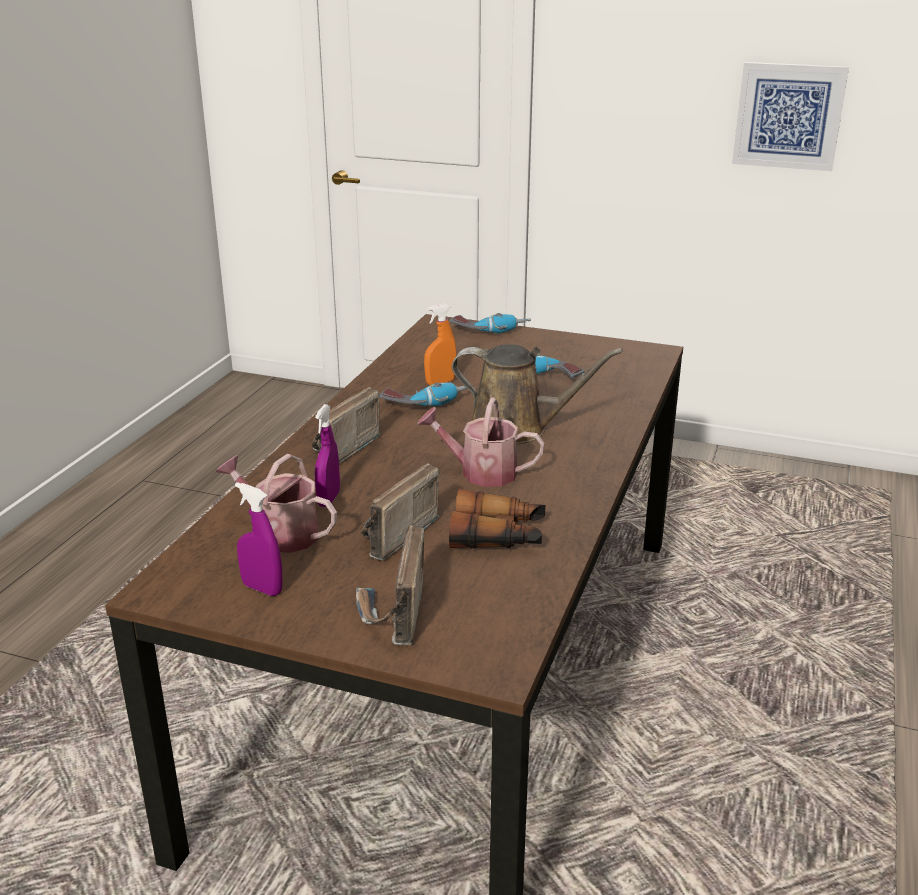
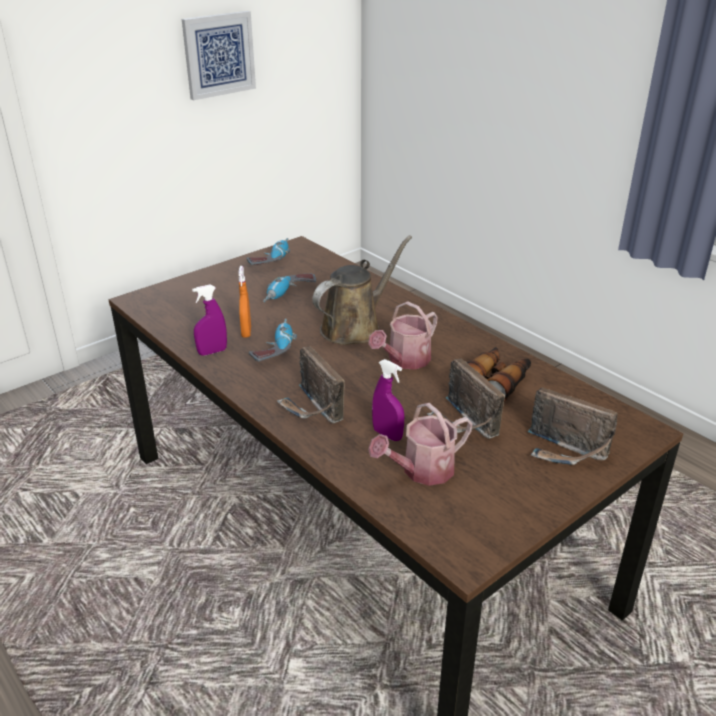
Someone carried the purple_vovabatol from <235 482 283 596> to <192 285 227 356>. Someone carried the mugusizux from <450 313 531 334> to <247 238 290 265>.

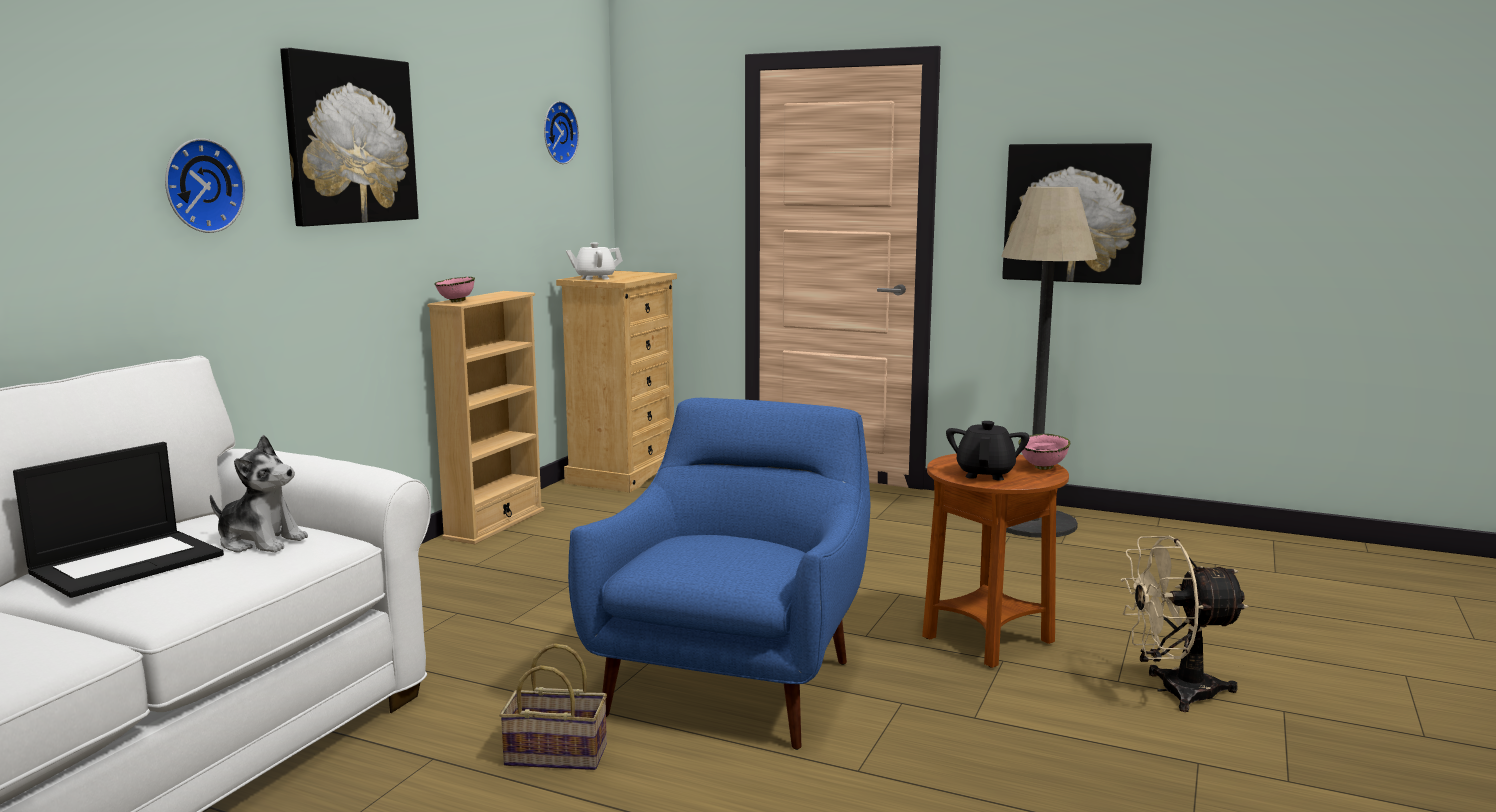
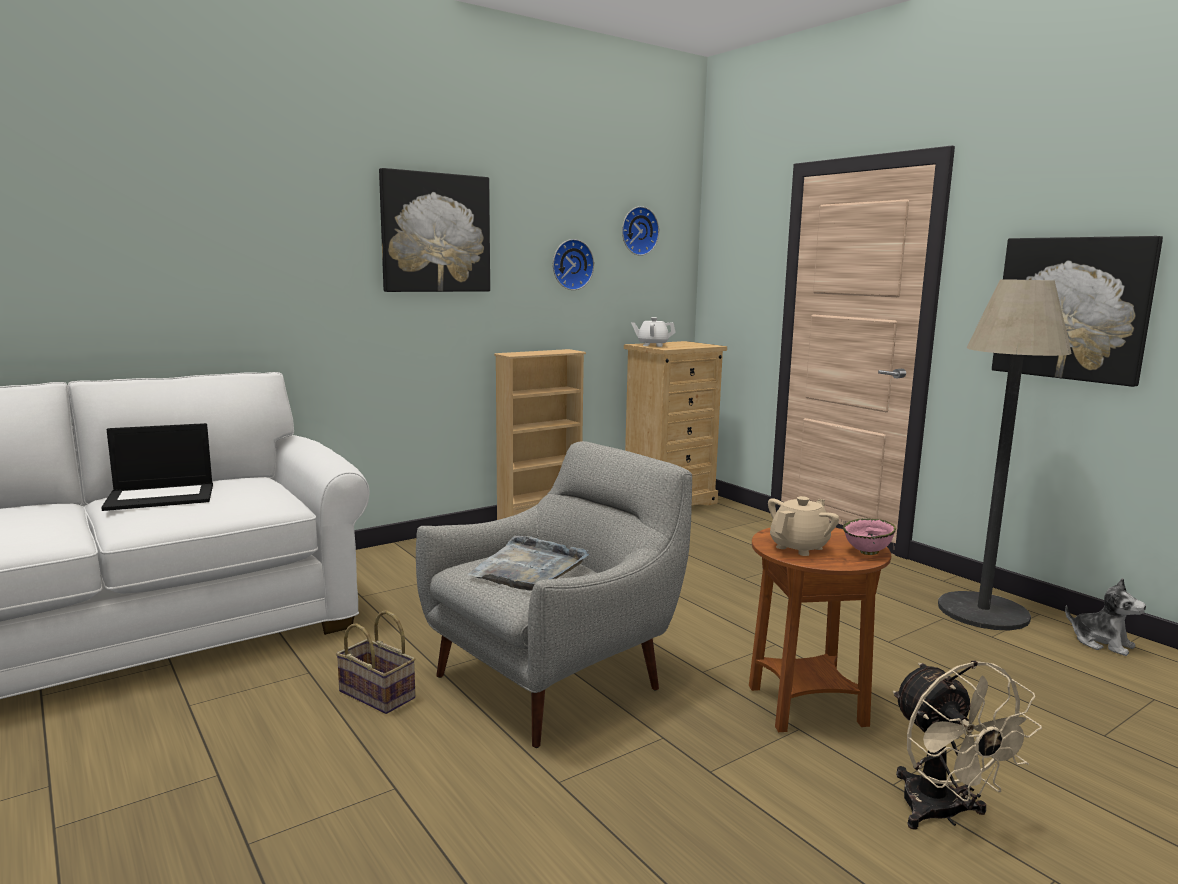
Someone repainted the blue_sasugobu at <568 398 870 750>, which became the grey_sasugobu at <416 441 692 748>. Someone put down the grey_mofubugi at <467 536 589 591>. Someone carried the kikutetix from <165 138 245 233> to <553 239 594 290>. Someone repainted the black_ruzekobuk at <946 421 1030 481>, which became the beige_ruzekobuk at <768 496 839 556>. Someone rotated the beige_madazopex at <1120 535 1249 712> by 135 degrees counterclockwise. Someone carried the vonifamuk from <210 435 308 553> to <1065 578 1146 656>. Someone took away the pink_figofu at <434 277 475 302>.

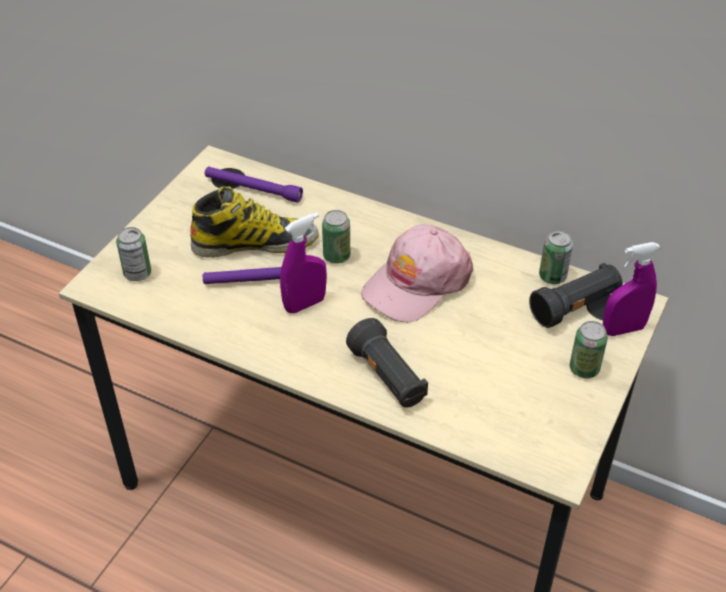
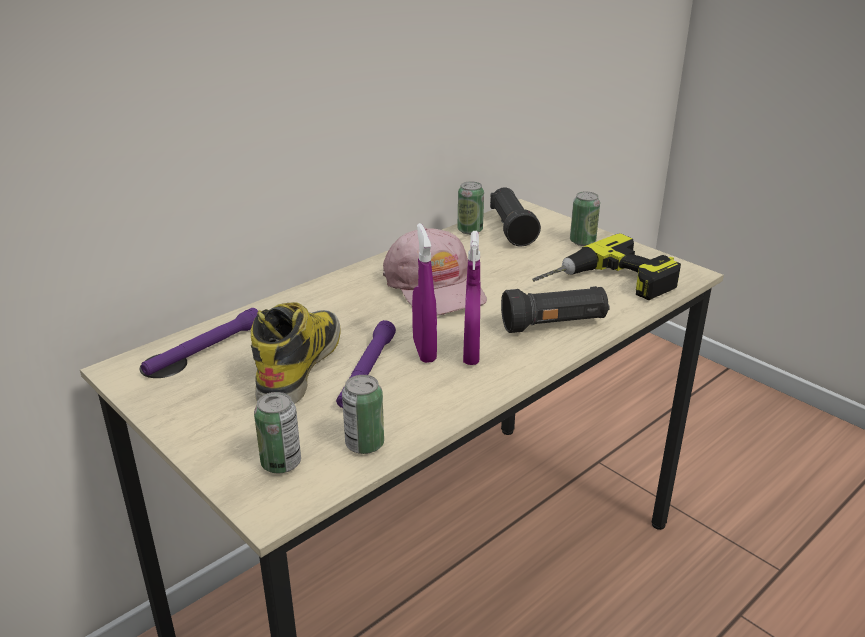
Someone carried the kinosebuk from <322 210 350 264> to <342 375 384 454>. Someone carried the purple_vovabatol from <603 242 661 336> to <463 231 480 365>. Someone put down the mugusizux at <532 233 681 300>.

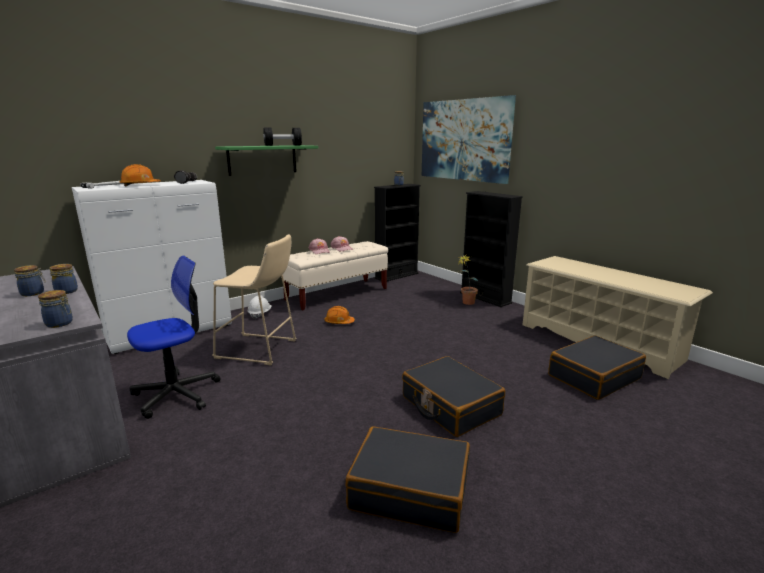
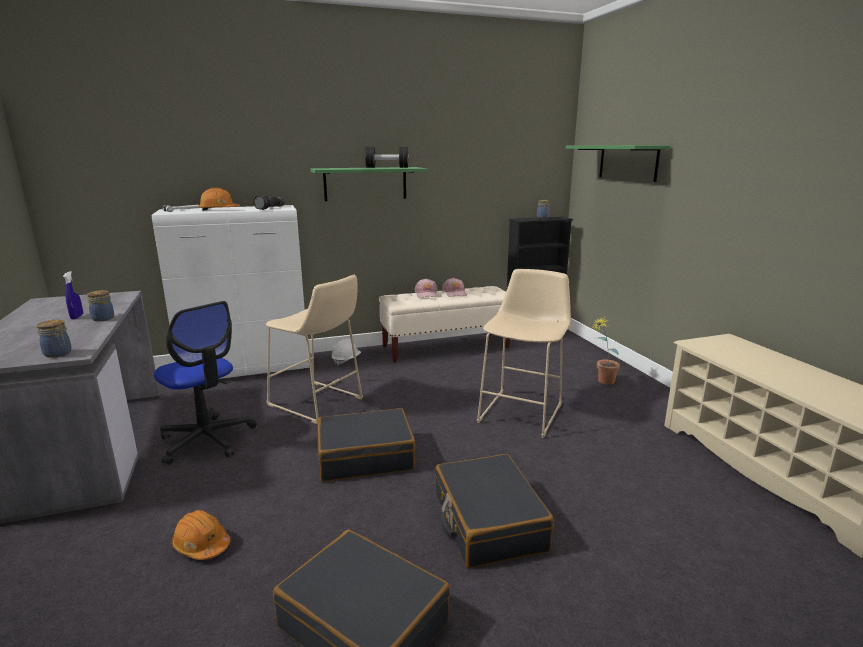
Someone swapped the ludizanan at <14 265 46 296> for the blue_vovabatol at <63 271 83 319>. Someone rotated the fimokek at <127 256 221 419> by 60 degrees clockwise. Someone carried the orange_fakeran from <325 306 355 324> to <172 510 231 560>. Someone carried the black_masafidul from <548 335 646 400> to <317 408 415 482>. Someone put down the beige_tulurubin at <477 269 571 438>. Someone swapped the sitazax at <422 95 516 184> for the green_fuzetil at <566 145 670 182>. Someone took away the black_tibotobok at <460 191 523 307>.

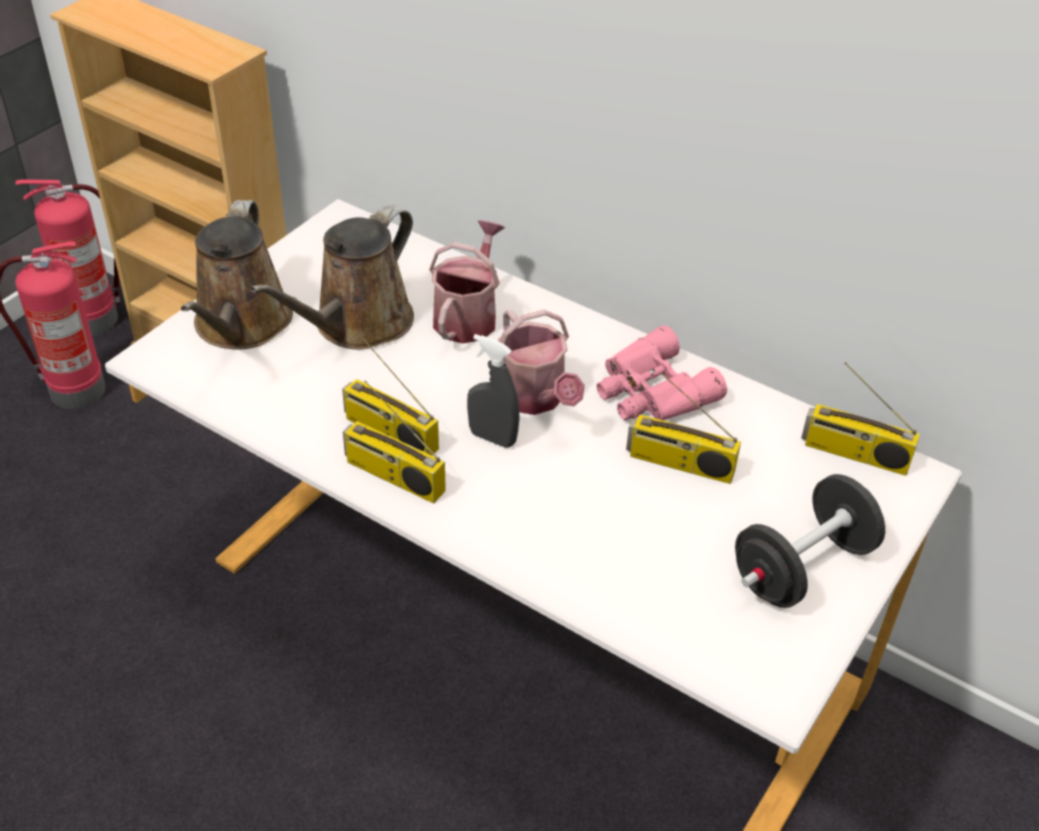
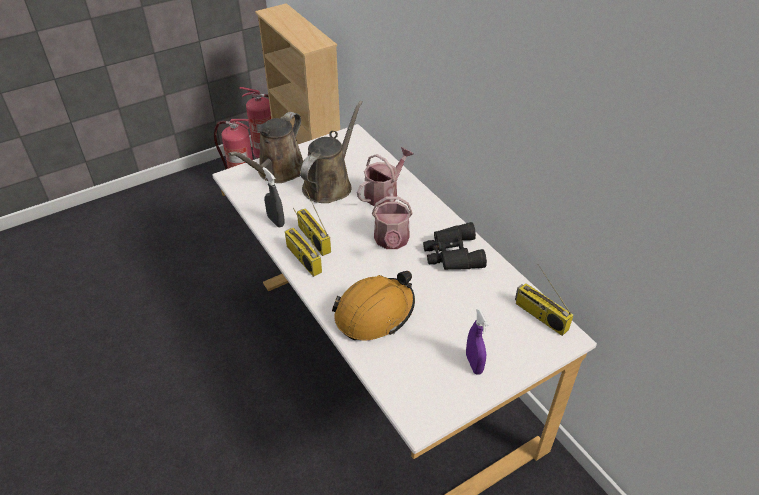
Someone carried the grey_vovabatol from <467 334 520 448> to <263 167 285 227>. Someone rotated the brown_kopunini at <250 205 414 350> by 150 degrees clockwise. Someone put down the orange_fakeran at <332 271 415 340>. Someone repainted the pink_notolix at <597 325 727 420>, which became the black_notolix at <423 222 487 270>. Someone swapped the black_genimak at <735 474 885 608> for the purple_vovabatol at <466 309 488 375>. Someone took away the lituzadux at <626 372 741 484>.

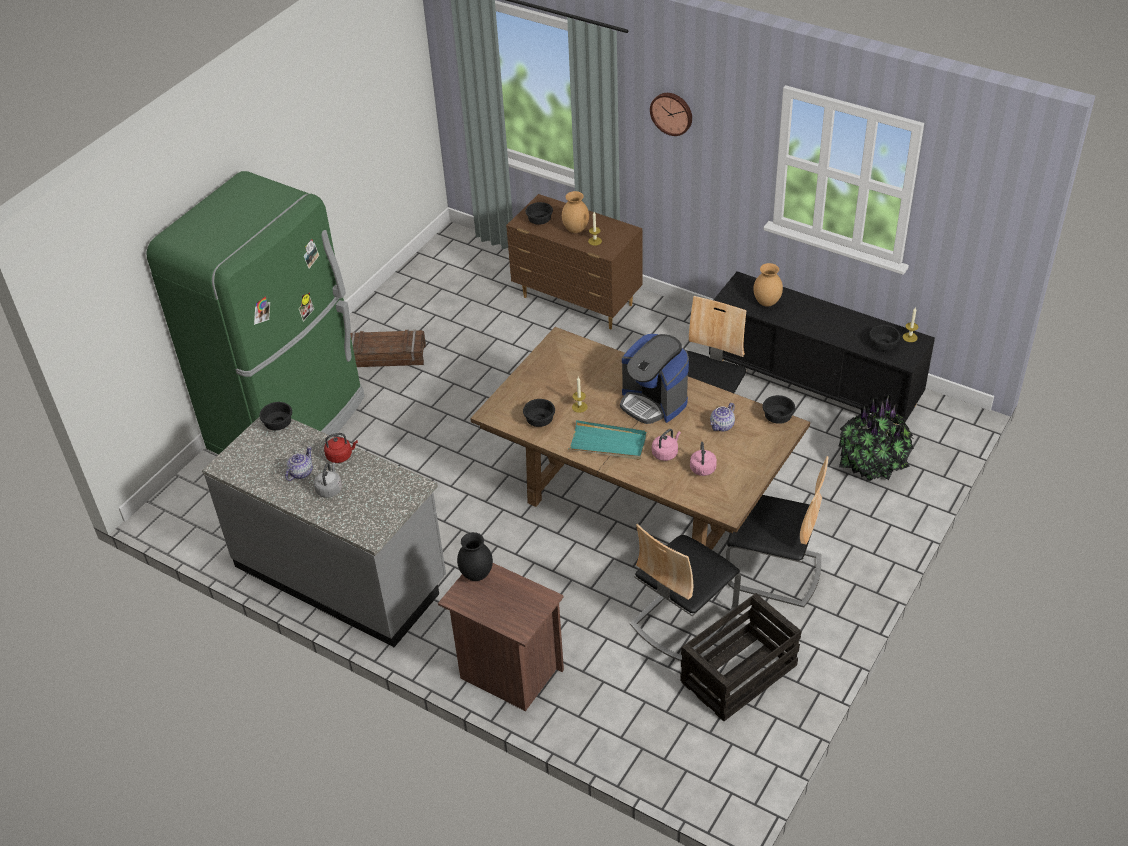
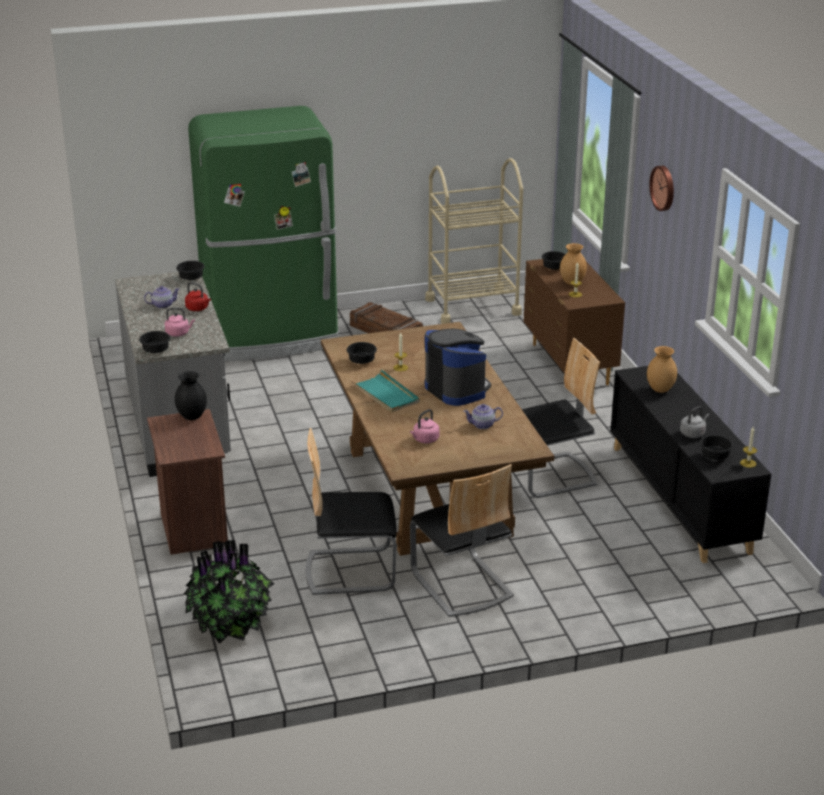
Someone carried the black_figofu from <762 395 795 424> to <139 331 170 353>. Someone carried the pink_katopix from <652 429 681 461> to <165 307 195 337>. Someone carried the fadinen from <838 392 914 481> to <183 539 274 644>. Someone put down the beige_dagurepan at <425 158 523 324>. Someone rotated the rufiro at <620 334 689 424> by 150 degrees clockwise. Someone carried the grey_katopix from <314 463 342 498> to <680 406 709 438>. Someone took away the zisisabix at <680 593 801 721>.

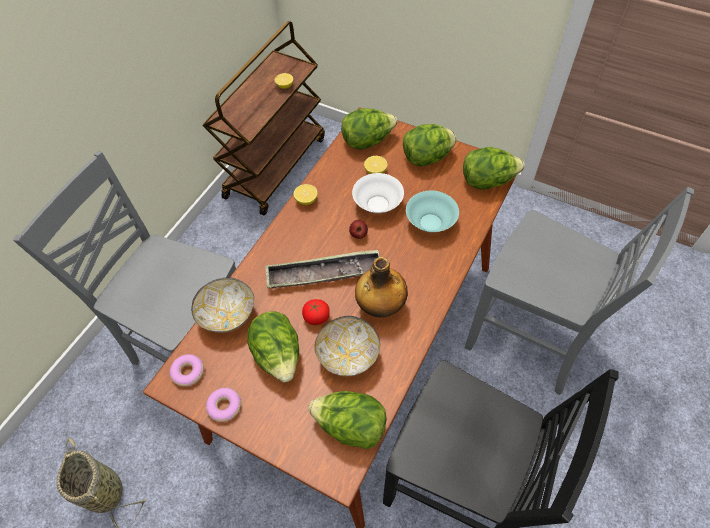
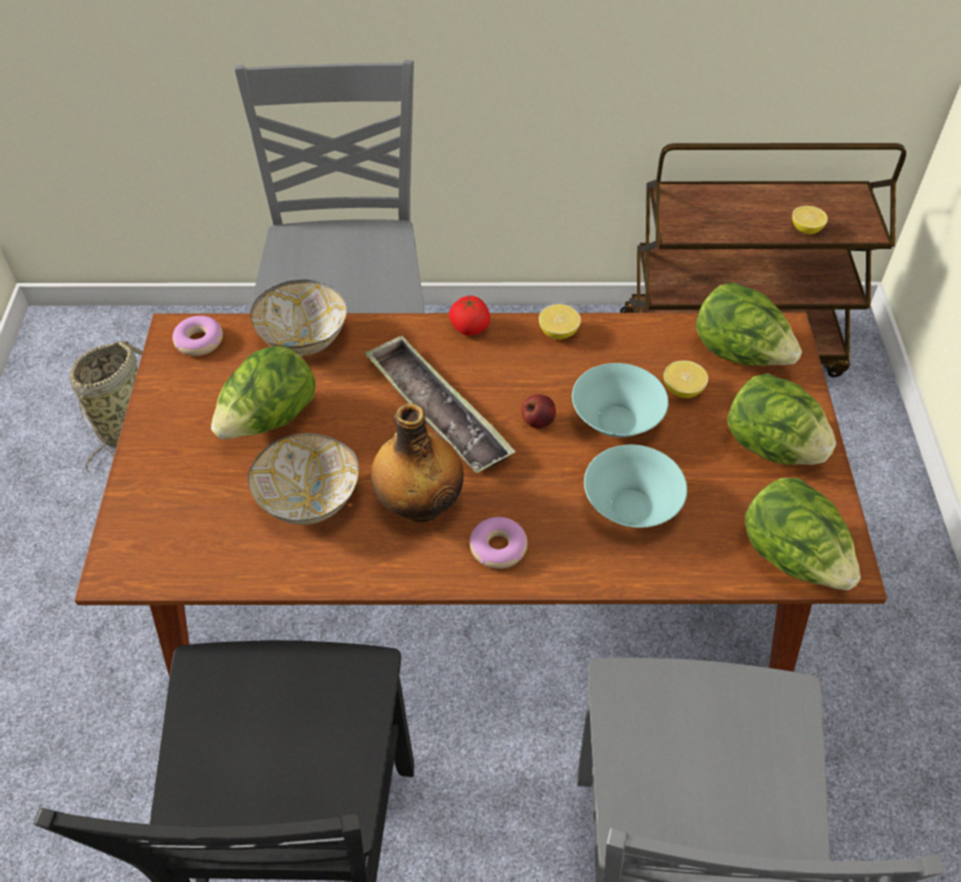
Someone carried the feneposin from <302 299 330 325> to <449 296 490 336>. Someone carried the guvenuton from <206 388 241 422> to <469 517 528 569>. Someone repainted the white_figofu at <352 173 404 213>, which became the turquoise_figofu at <572 363 669 437>. Someone took away the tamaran at <308 391 387 449>.

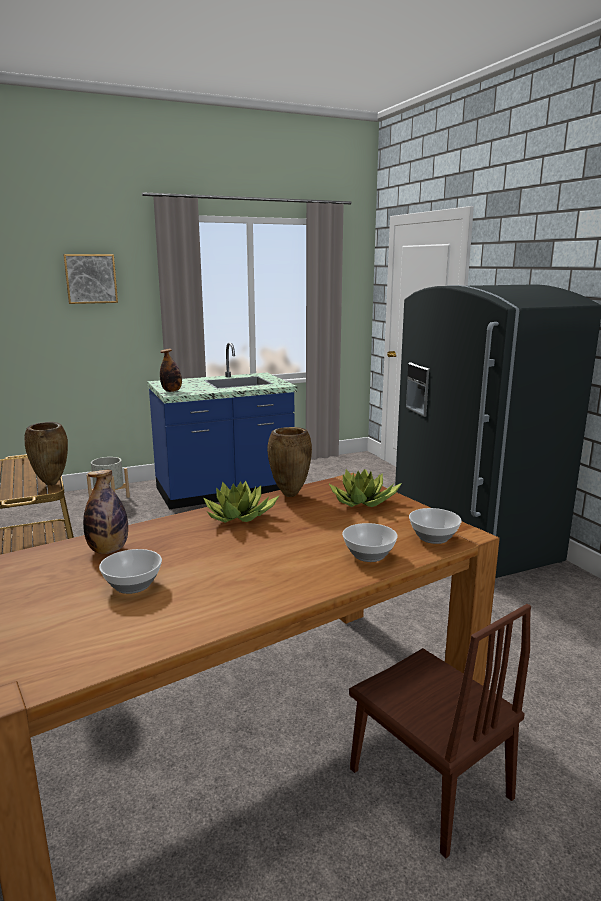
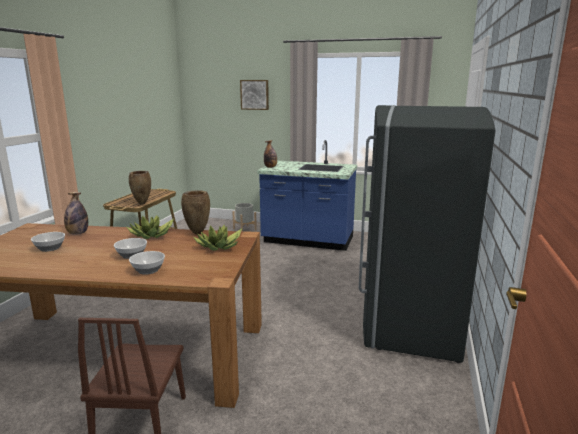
Someone carried the figofu from <409 508 462 544> to <114 238 147 259>.

